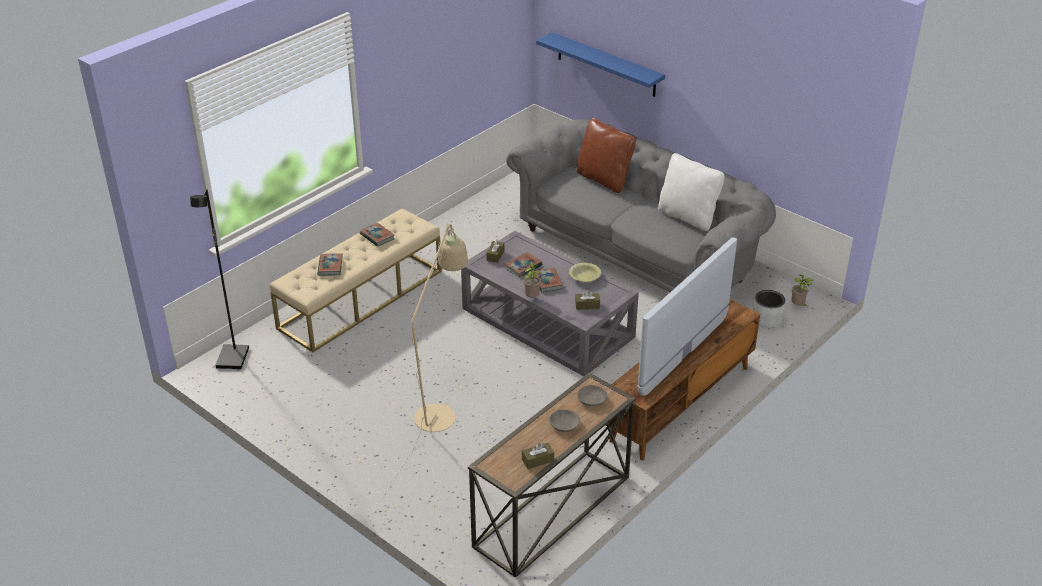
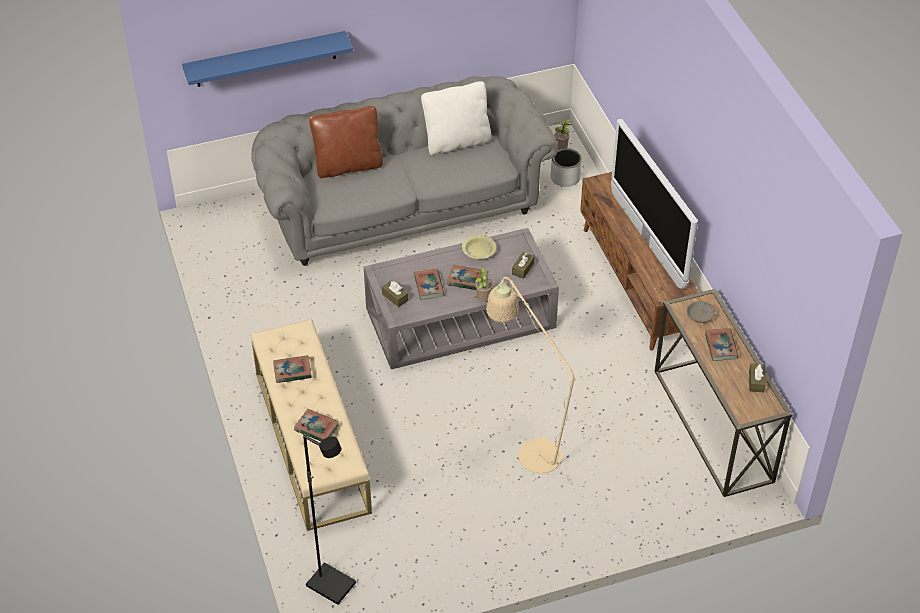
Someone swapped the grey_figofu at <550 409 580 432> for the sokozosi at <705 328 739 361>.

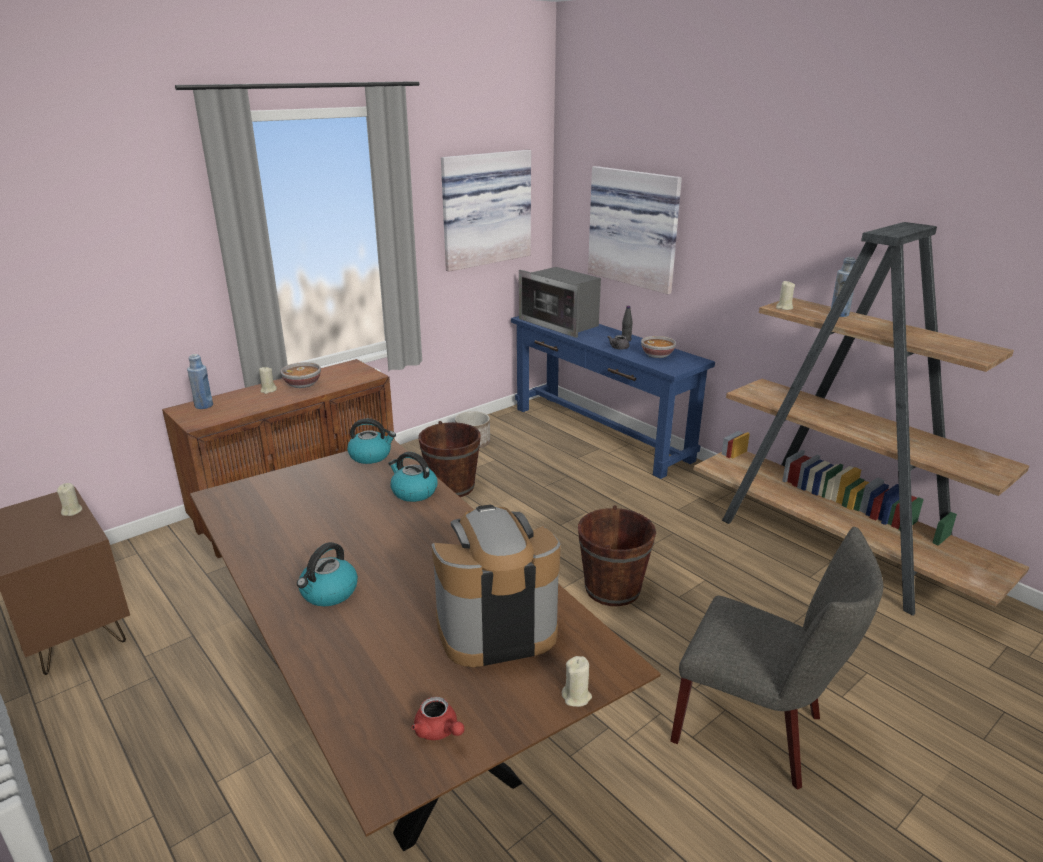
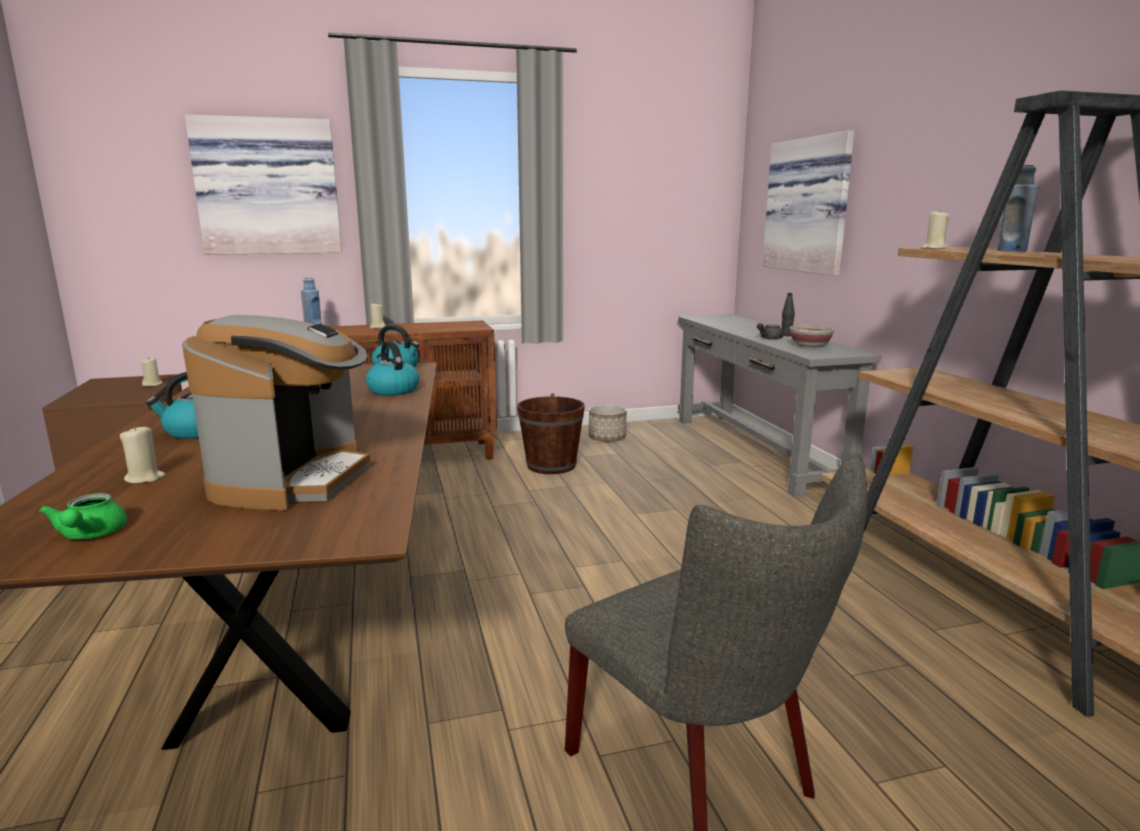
Someone repainted the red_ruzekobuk at <411 697 464 740>, which became the green_ruzekobuk at <39 493 127 539>. Someone carried the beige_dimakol from <562 656 592 707> to <120 425 166 483>. Someone rotated the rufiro at <432 505 561 667> by 90 degrees clockwise. Someone carried the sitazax from <441 150 531 272> to <185 115 342 255>. Someone repainted the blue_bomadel at <511 316 715 479>, which became the grey_bomadel at <678 314 881 497>. Someone took away the figofu at <280 362 321 388>. Someone took away the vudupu at <519 267 601 338>. Someone took away the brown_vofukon at <578 505 656 606>.

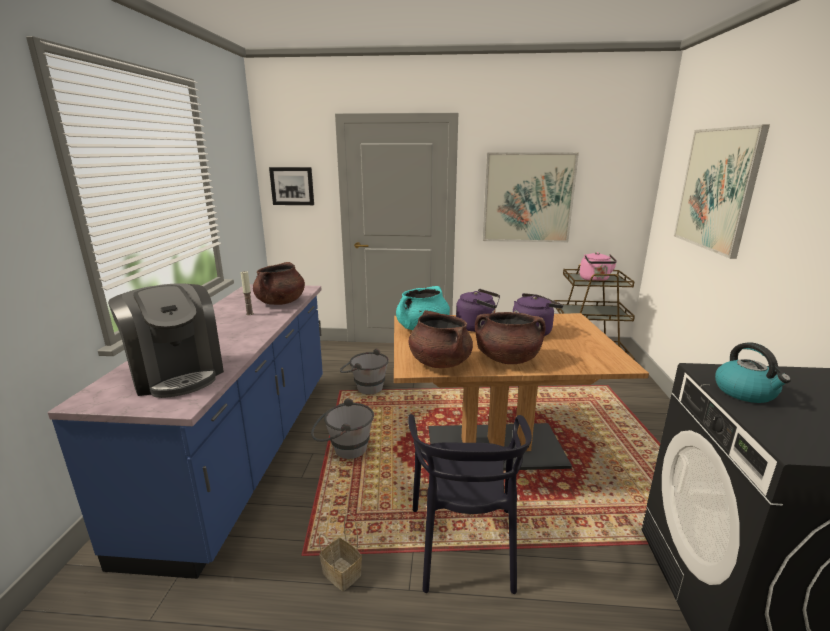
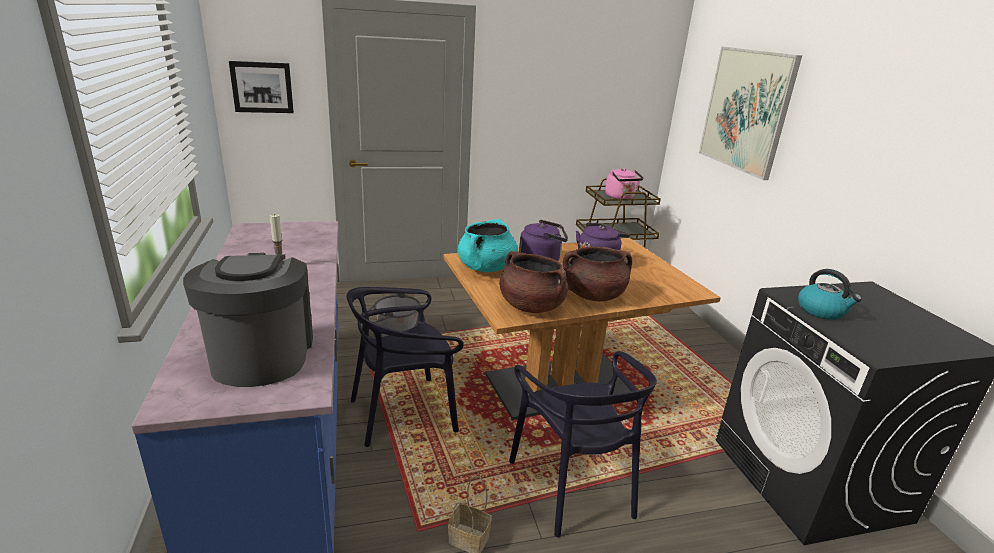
Someone rotated the rufiro at <108 283 224 398> by 135 degrees counterclockwise. Someone swapped the grey_vofukon at <311 398 374 459> for the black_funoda at <347 287 464 447>. Someone took away the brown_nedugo at <253 262 305 305>. Someone took away the sitazax at <482 153 579 242>.

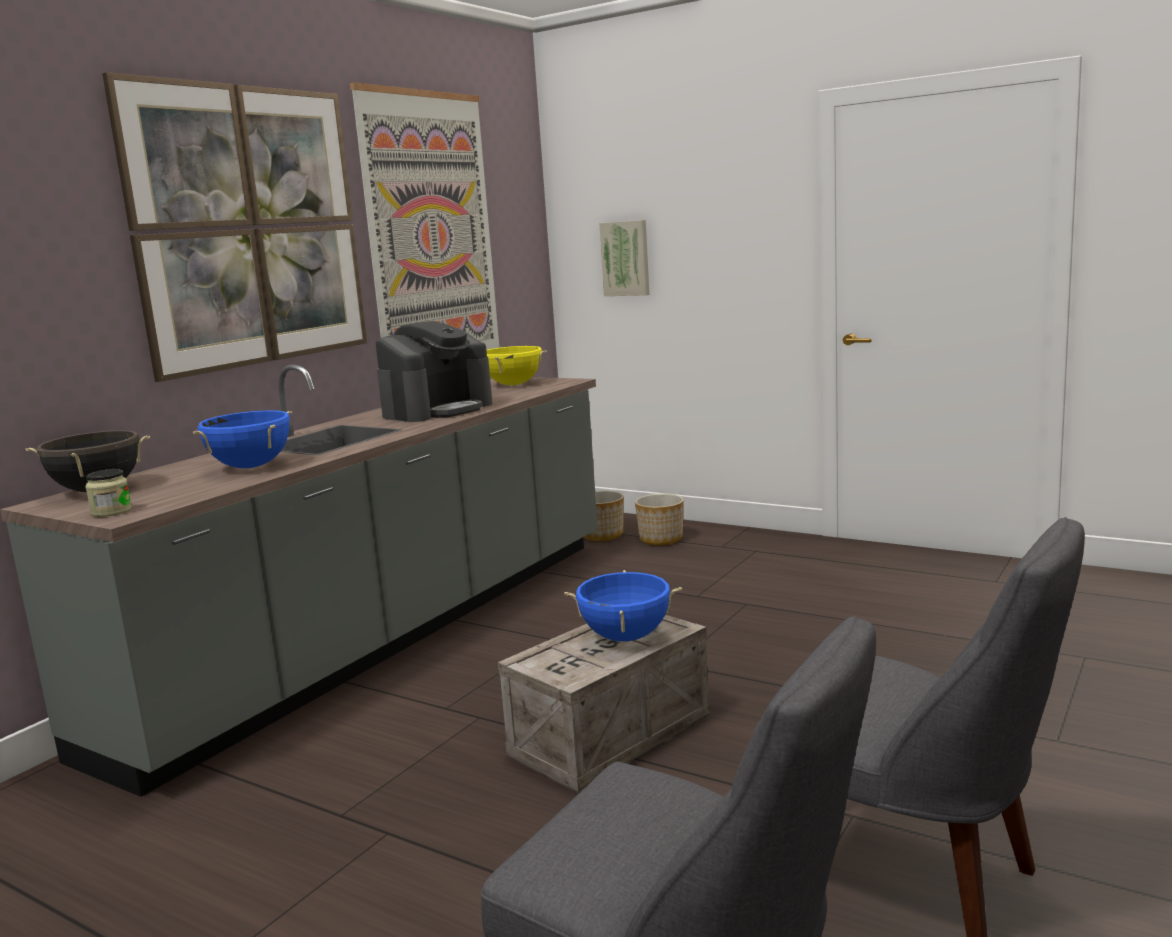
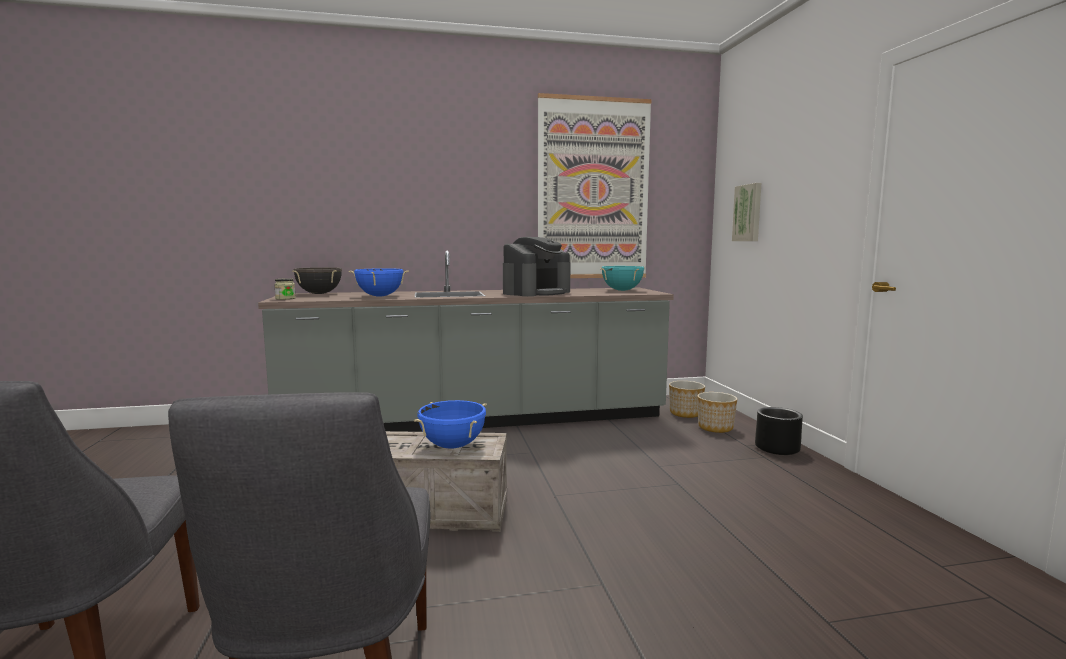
Someone rotated the rufiro at <376 321 492 422> by 45 degrees counterclockwise. Someone repainted the yellow_nedugo at <486 346 547 385>, which became the turquoise_nedugo at <600 266 645 291>. Someone put down the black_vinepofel at <755 407 803 455>. Someone took away the sitazax at <102 72 367 382>.

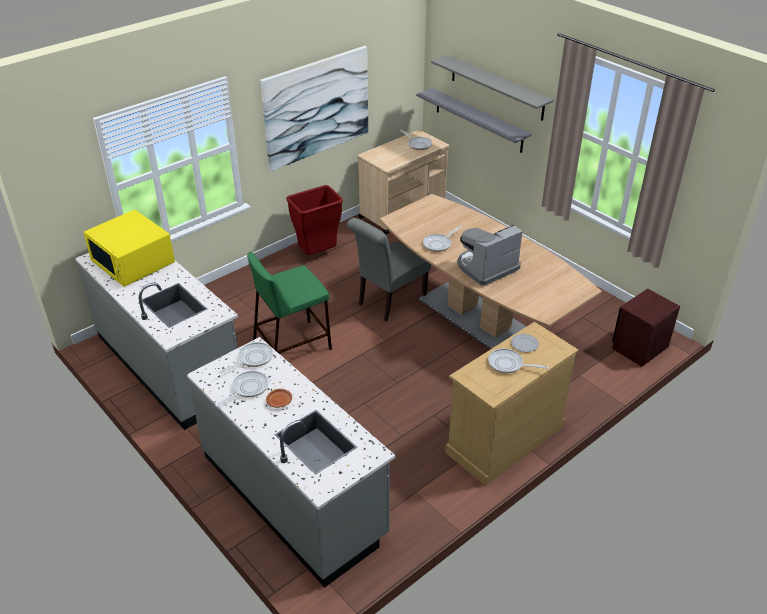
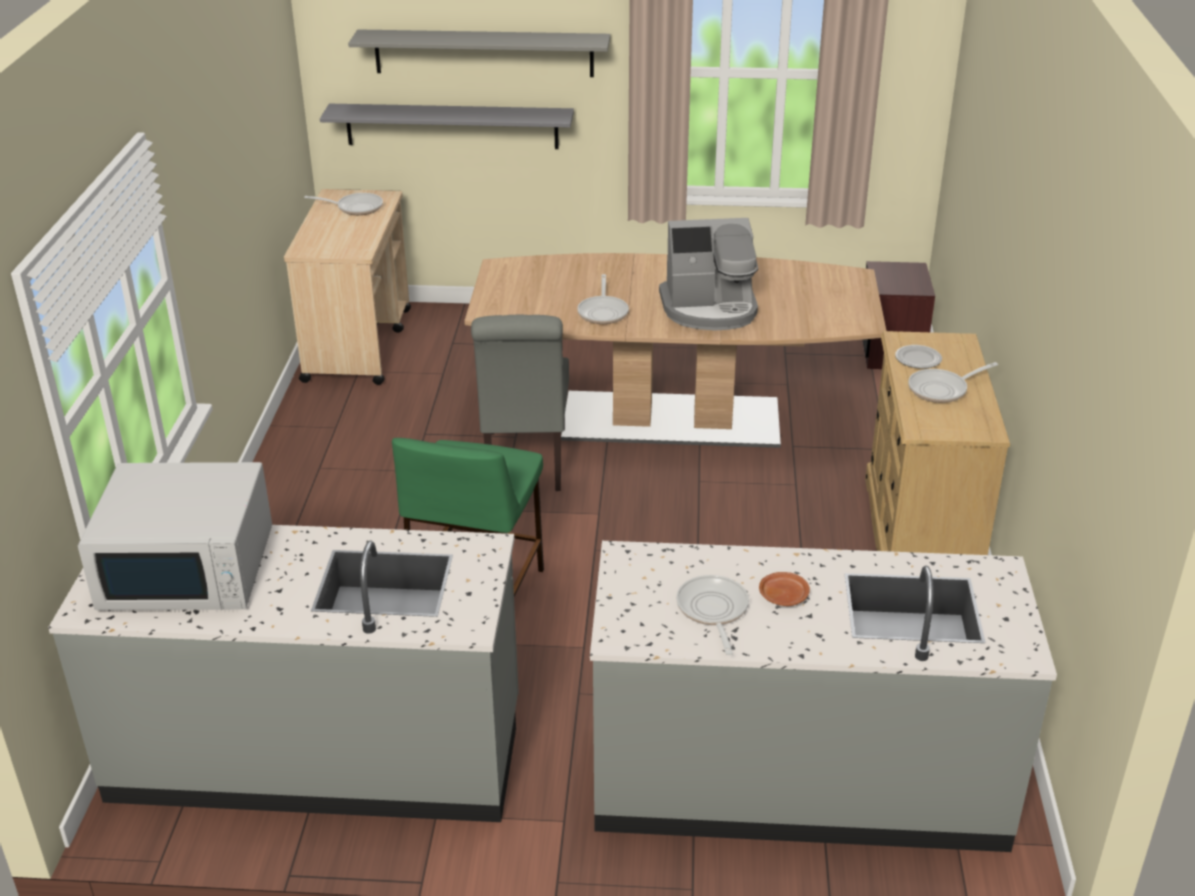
Someone repainted the yellow_vudupu at <83 210 175 287>, which became the white_vudupu at <78 462 272 610>. Someone rotated the rufiro at <457 225 523 286> by 105 degrees counterclockwise. Someone took away the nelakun at <219 342 273 373>. Someone took away the sitazax at <260 46 368 171>. Someone took away the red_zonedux at <286 185 343 255>.

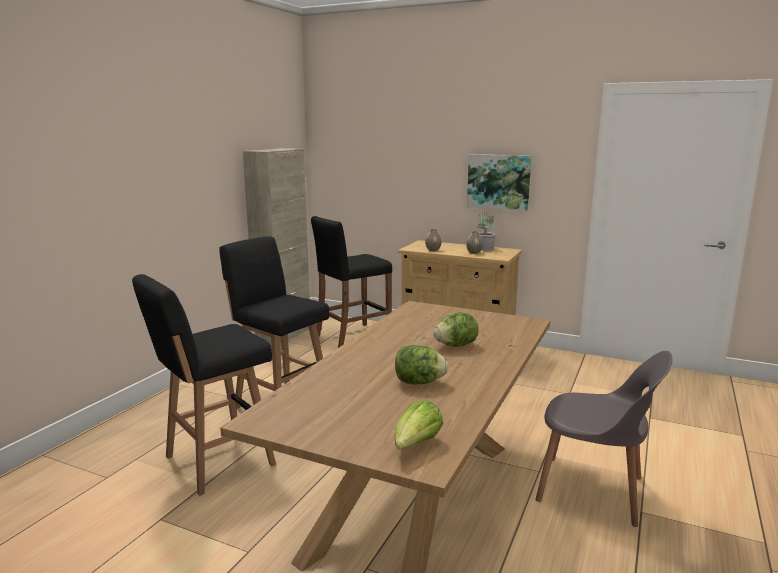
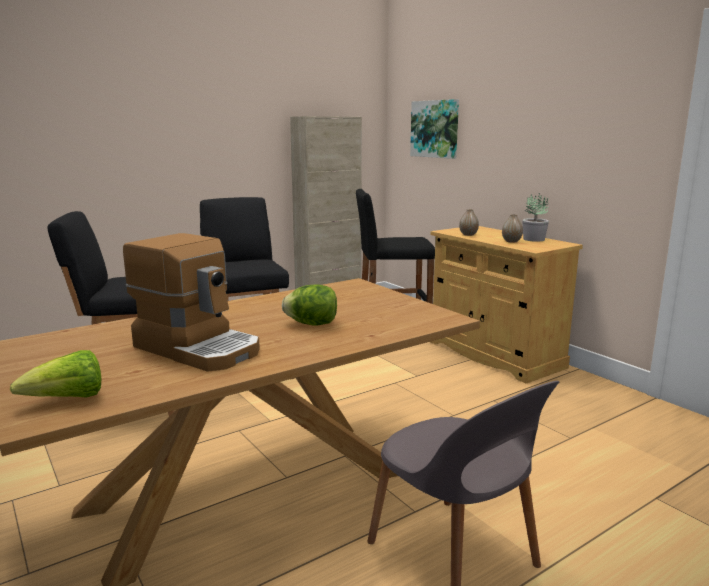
Someone swapped the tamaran at <395 345 448 384> for the rufiro at <123 233 260 372>. Someone carried the sitazax from <467 154 532 211> to <410 99 459 159>.

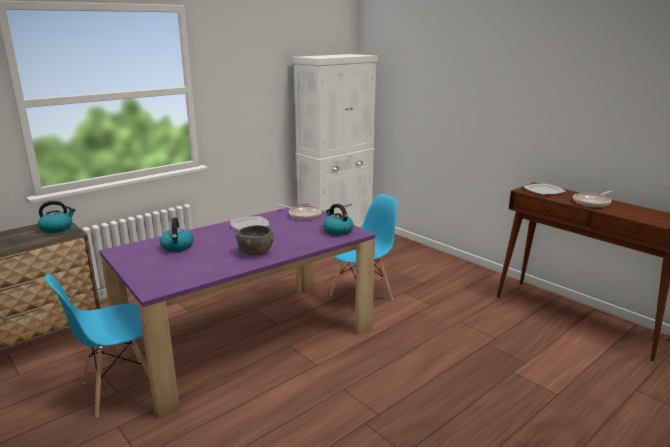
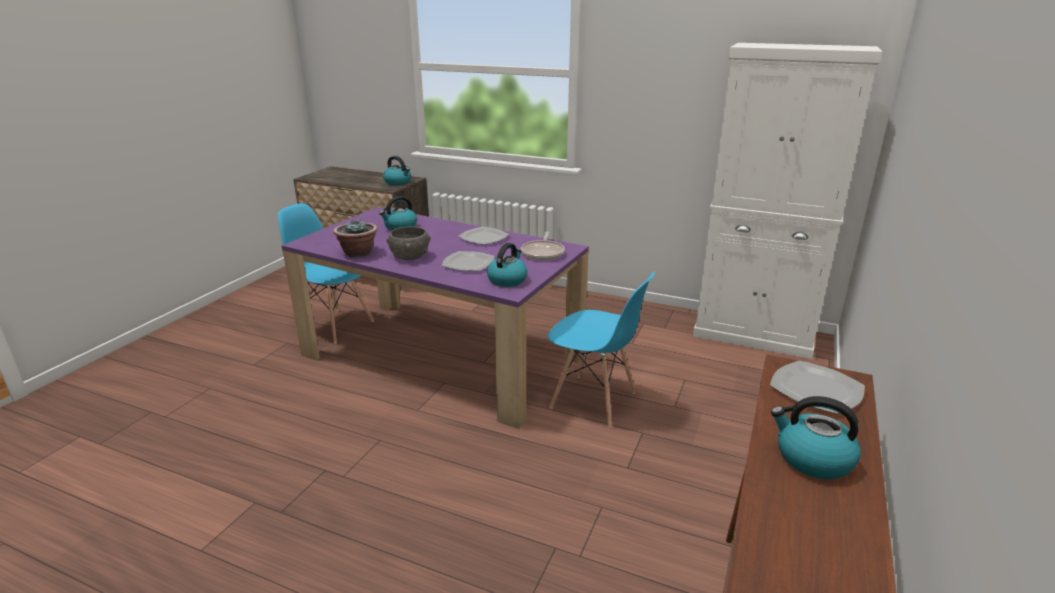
Someone put down the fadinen at <333 219 378 258>. Someone put down the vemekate at <442 251 494 271>. Someone swapped the nelakun at <573 191 612 207> for the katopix at <771 396 861 479>.

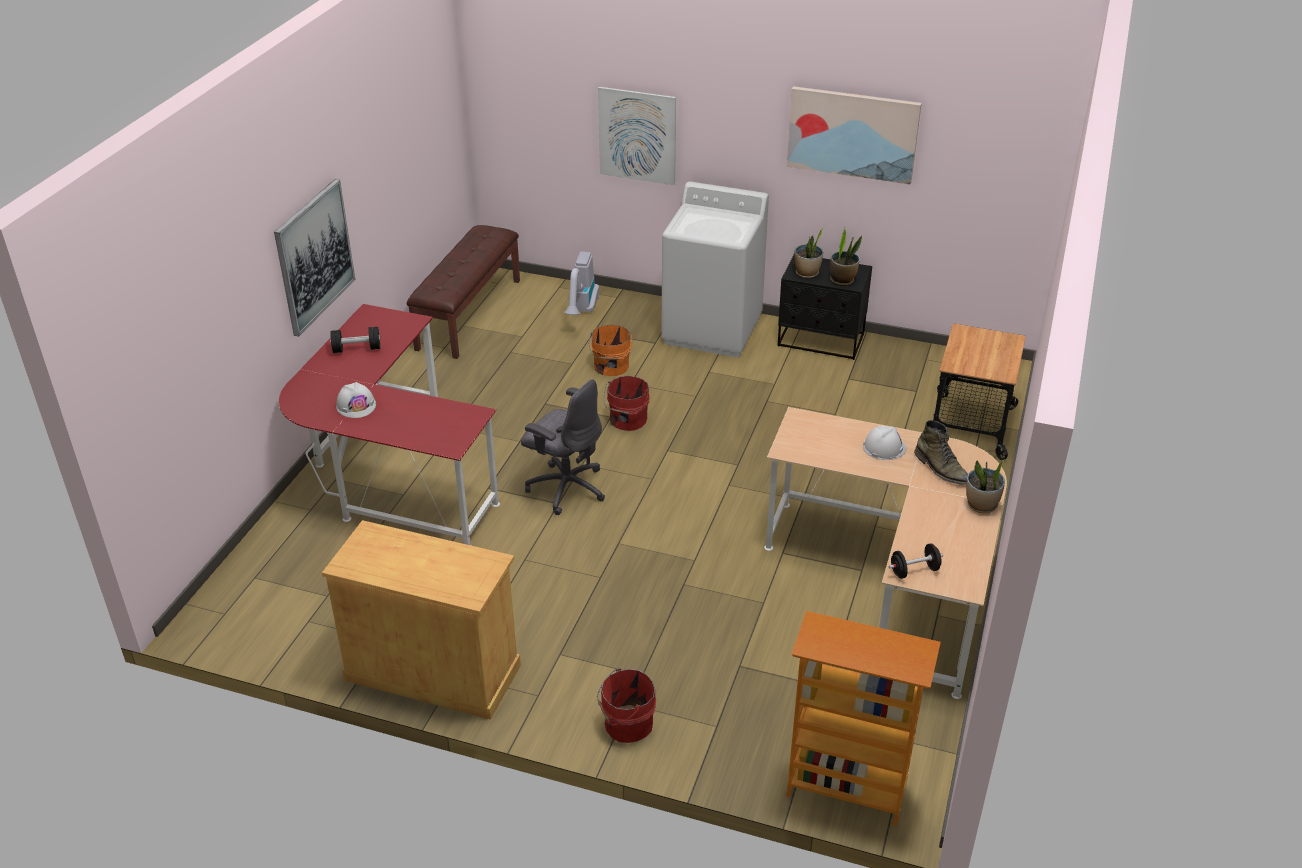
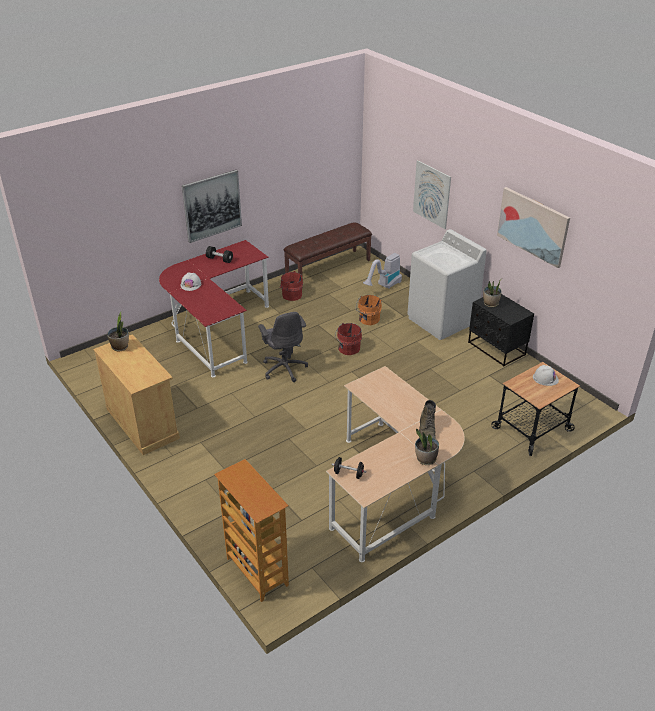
Someone carried the fadinen from <830 227 862 286> to <107 312 129 351>. Someone carried the red_vofukon from <597 668 656 743> to <280 271 303 301>. Someone carried the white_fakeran from <863 426 907 460> to <533 365 559 386>.

